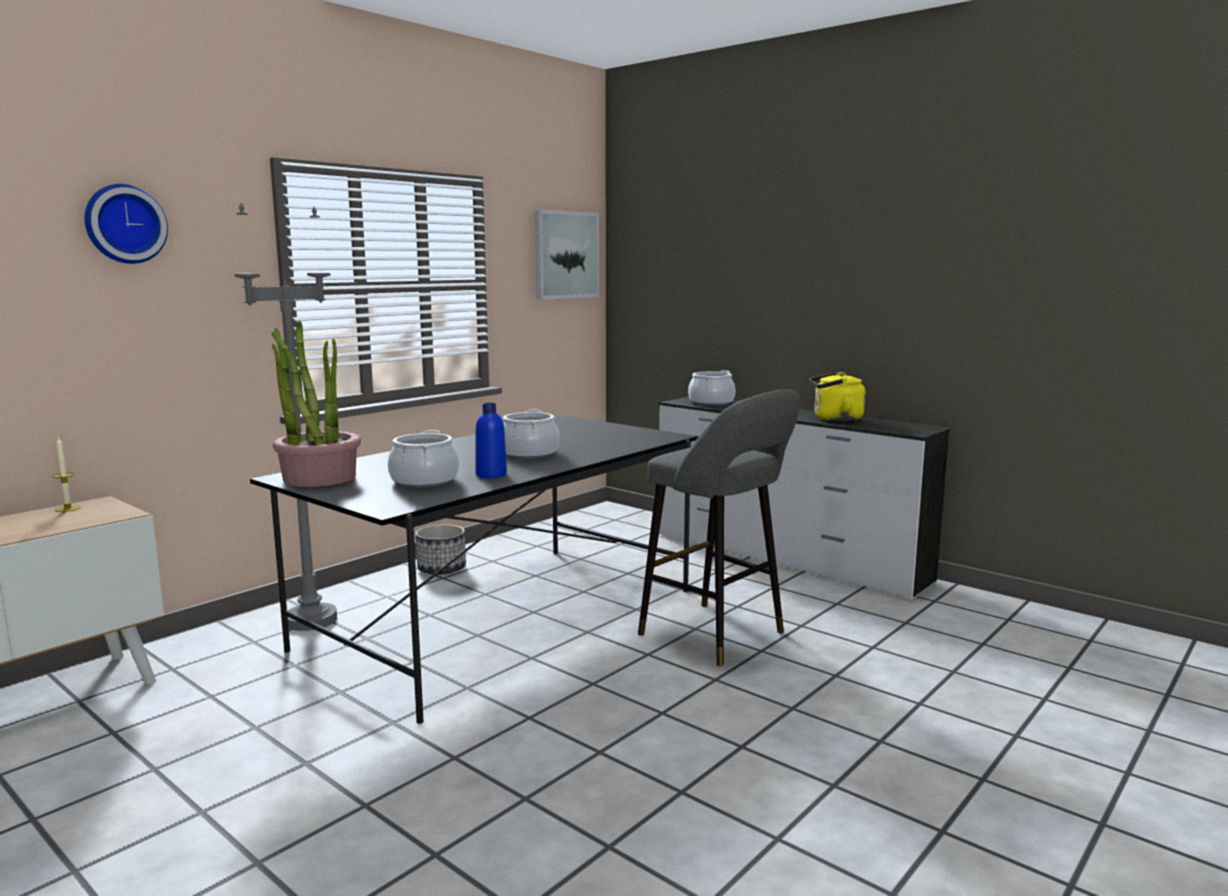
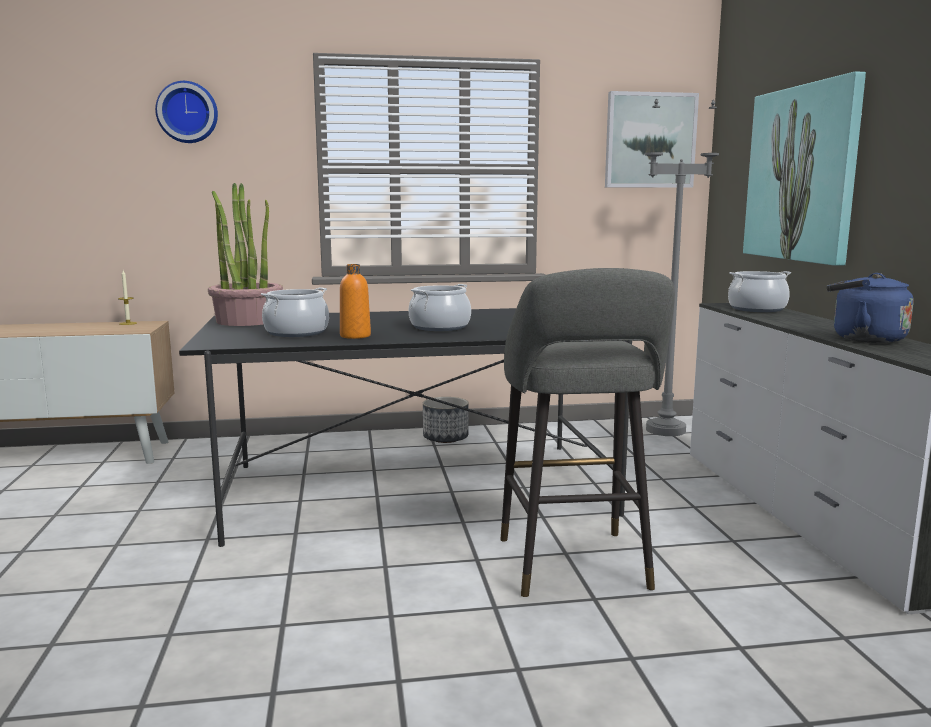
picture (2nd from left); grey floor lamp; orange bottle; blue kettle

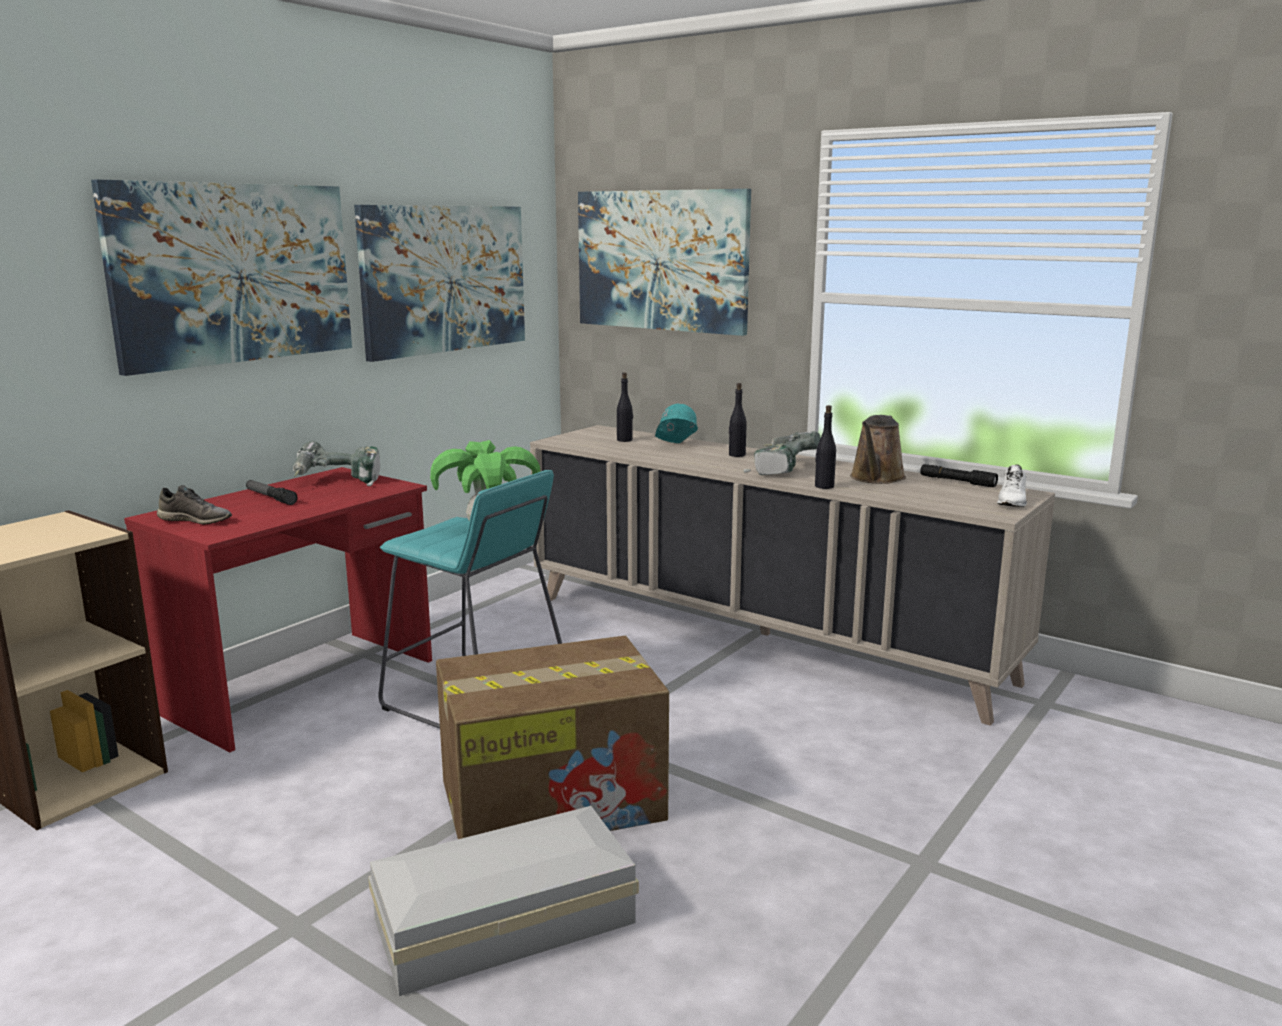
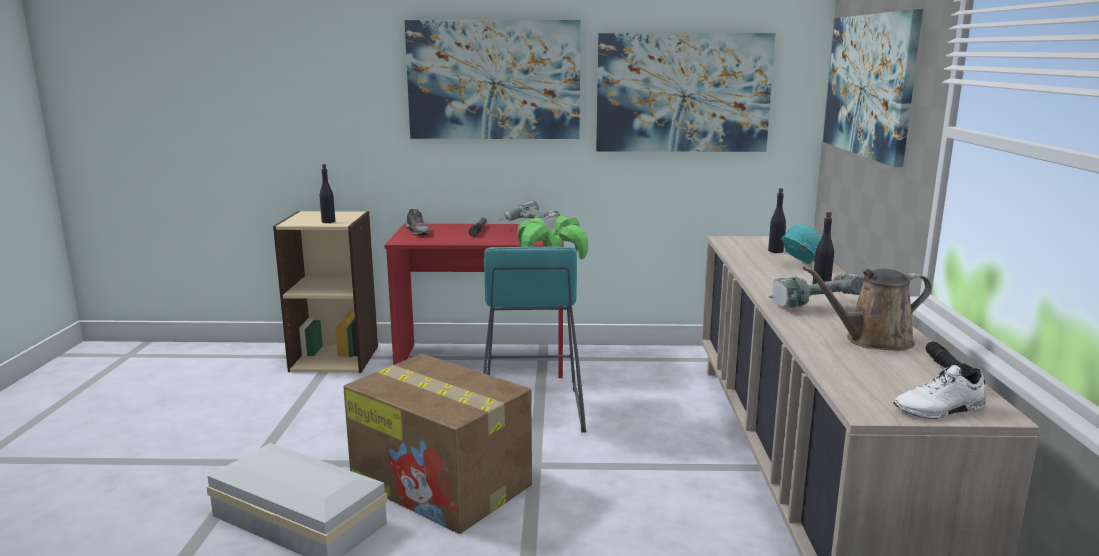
black bottle (1st from left)

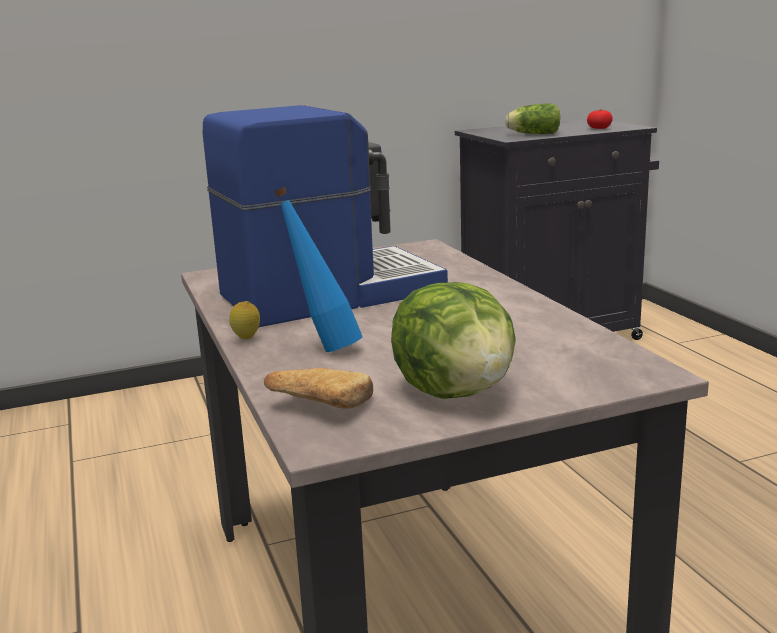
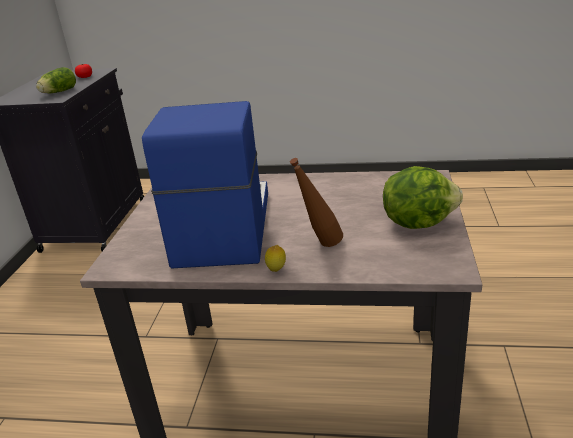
bread; brown bottle

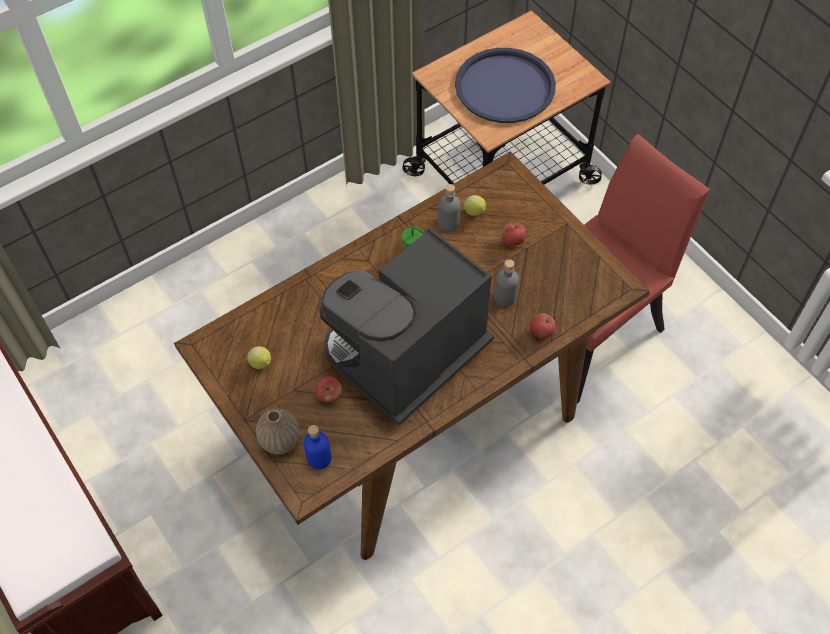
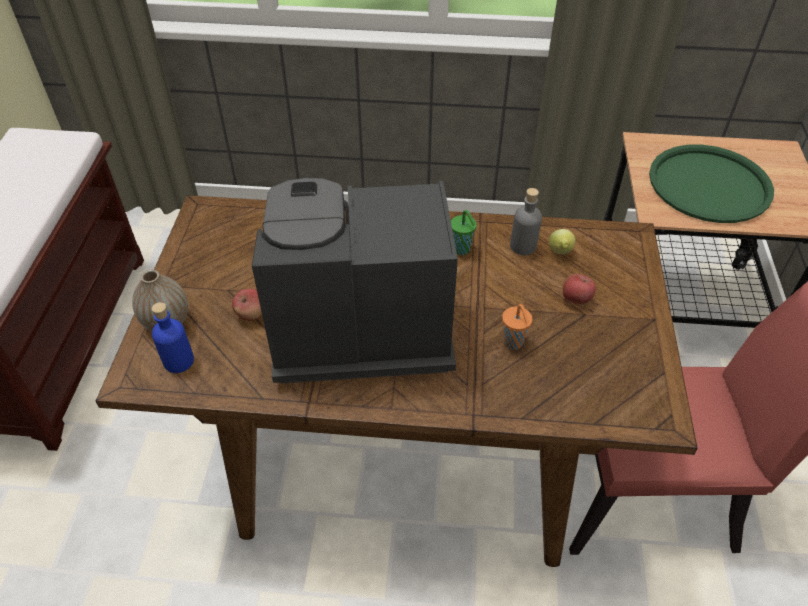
lemon (1st from left in the first image); apple (3rd from left in the first image); orange cup; green tray

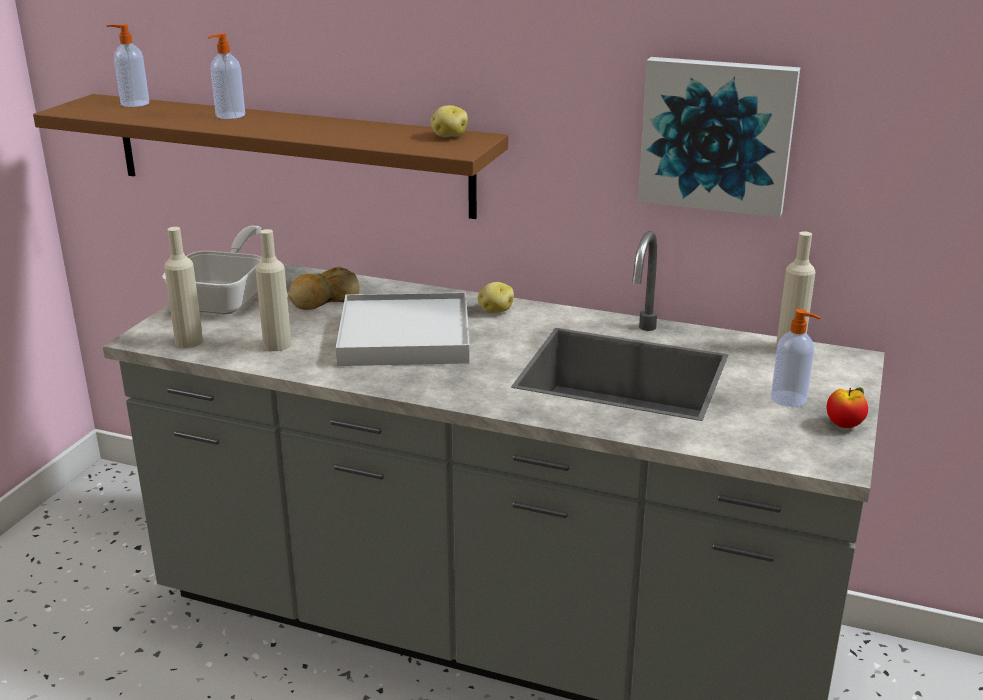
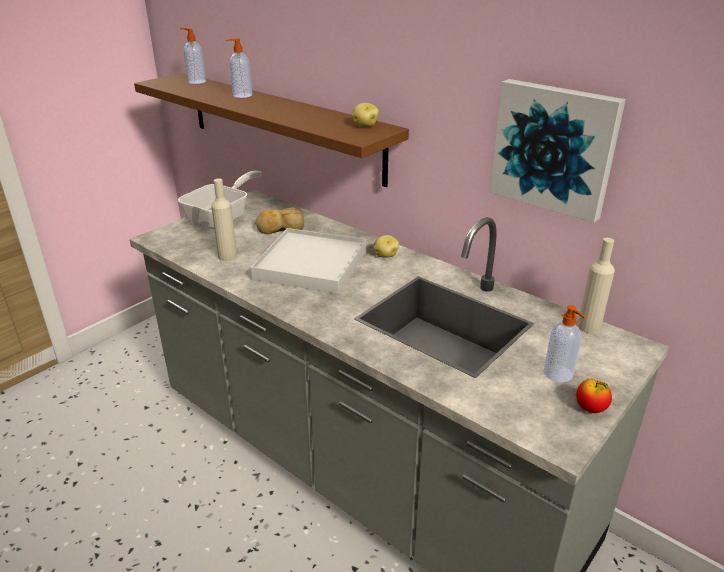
beige bottle (1st from left in the first image)

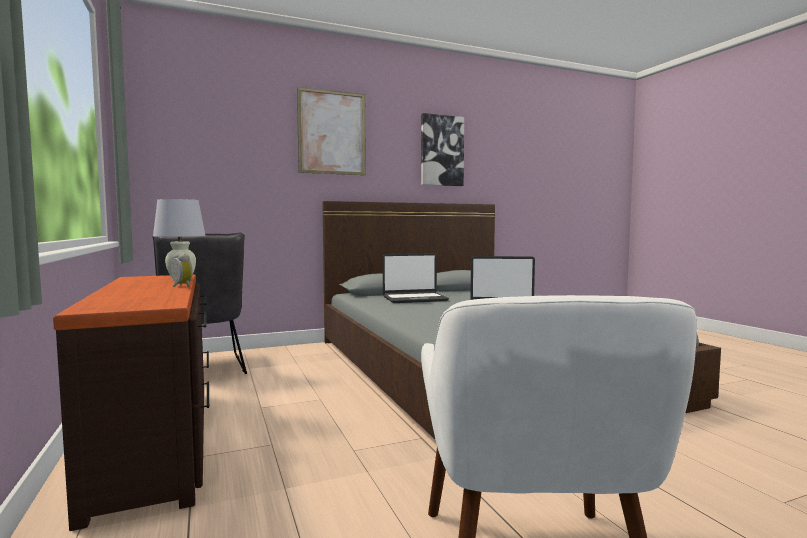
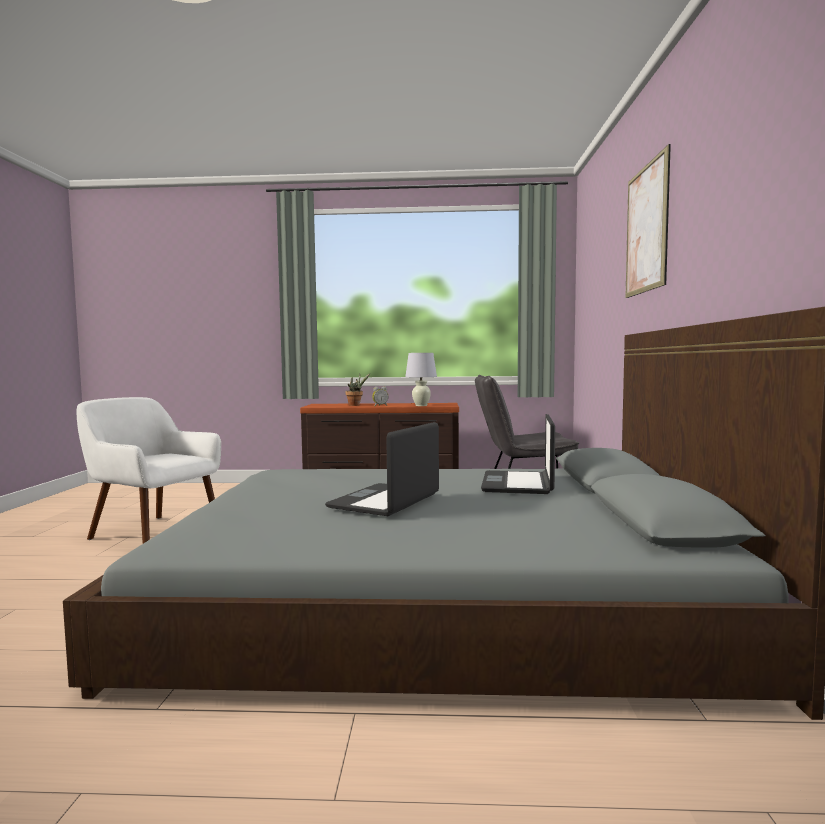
picture (2nd from left in the first image); potted plant

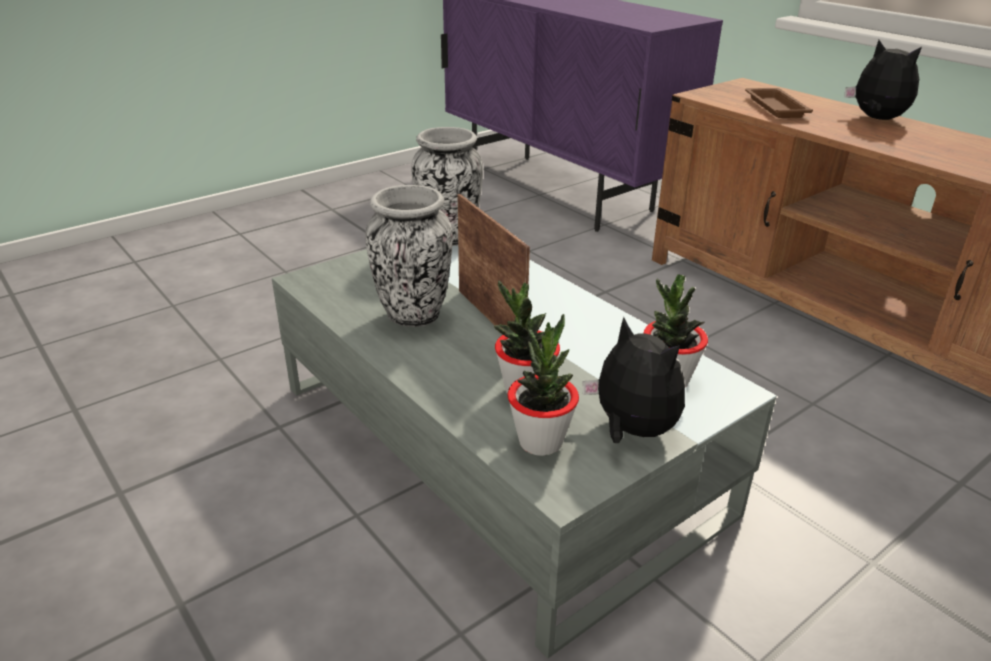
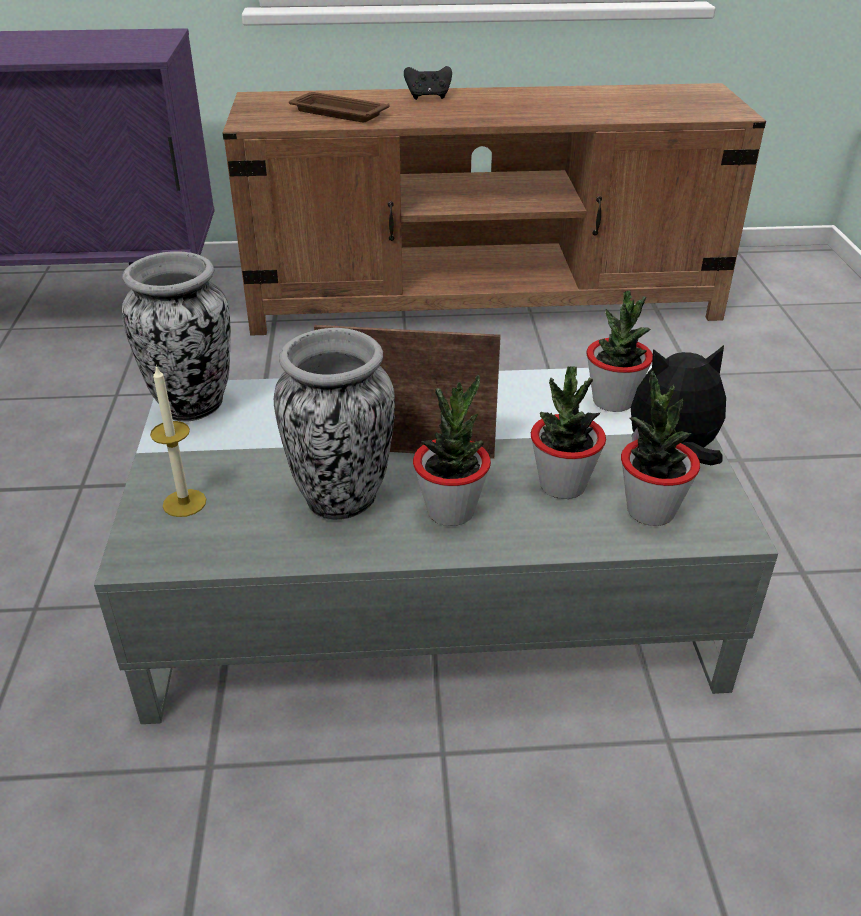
candle; potted plant (1st from left); black game controller

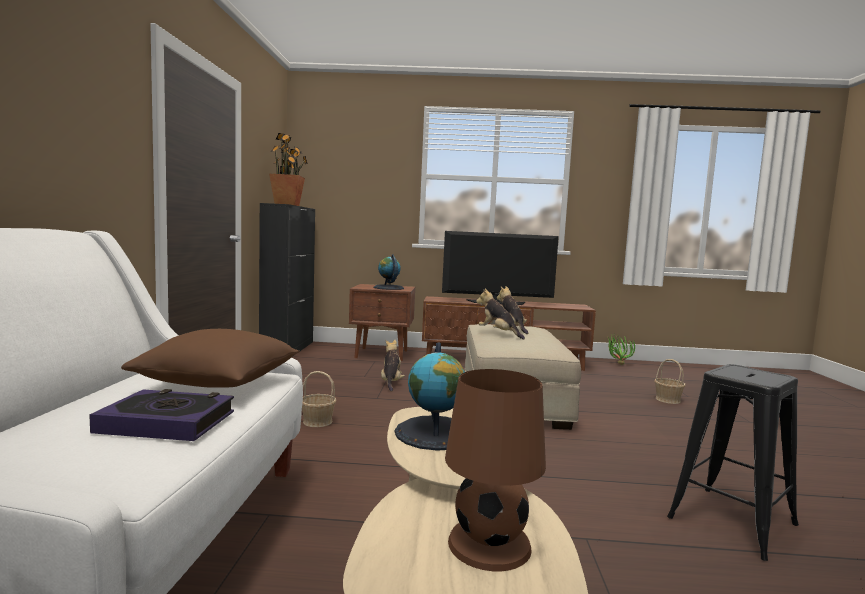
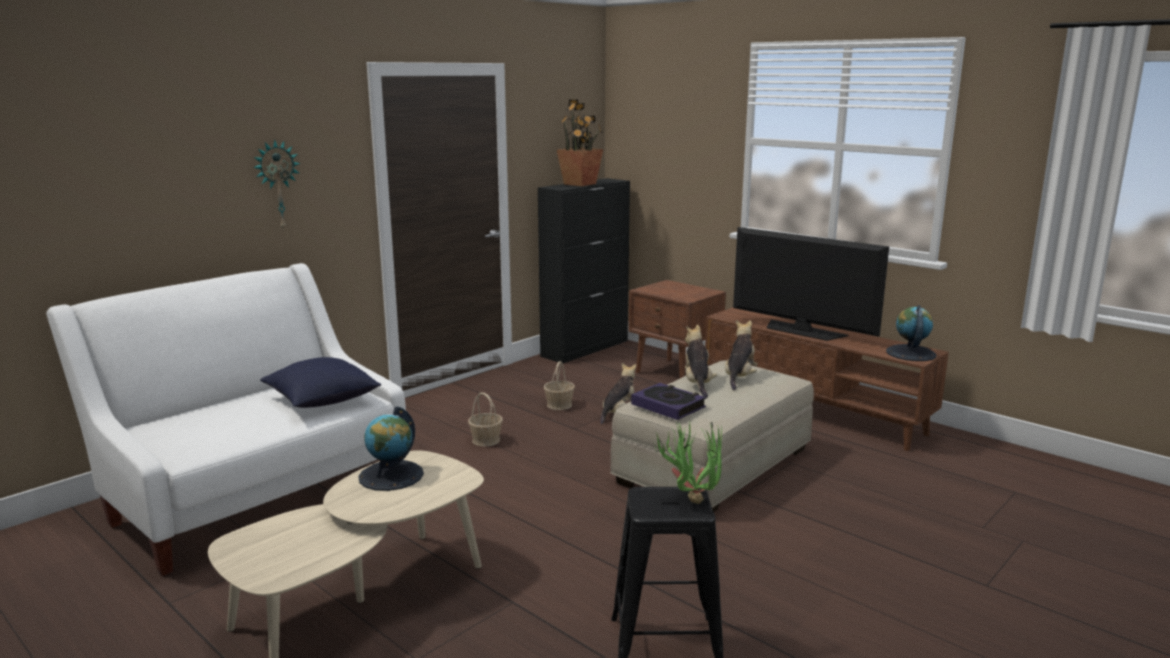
brown table lamp; wall clock; book; globe (2nd from left); potted plant (2nd from left); basket (2nd from left); blue pillow

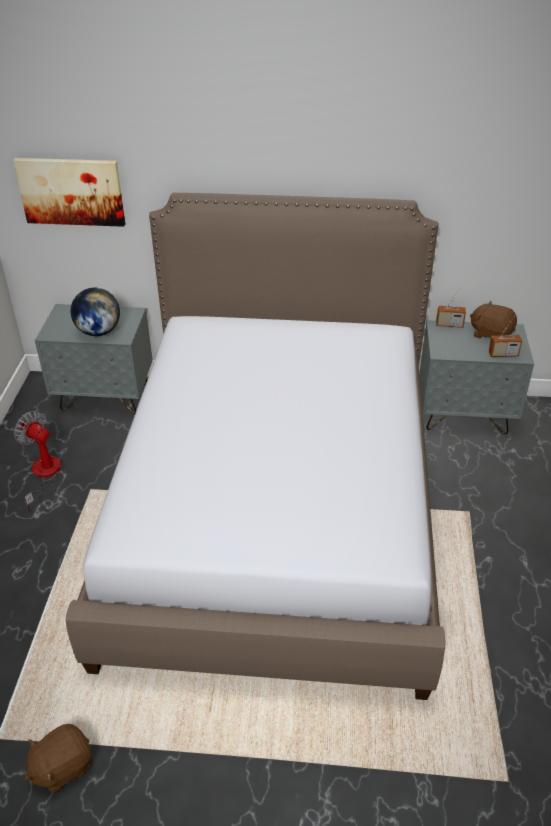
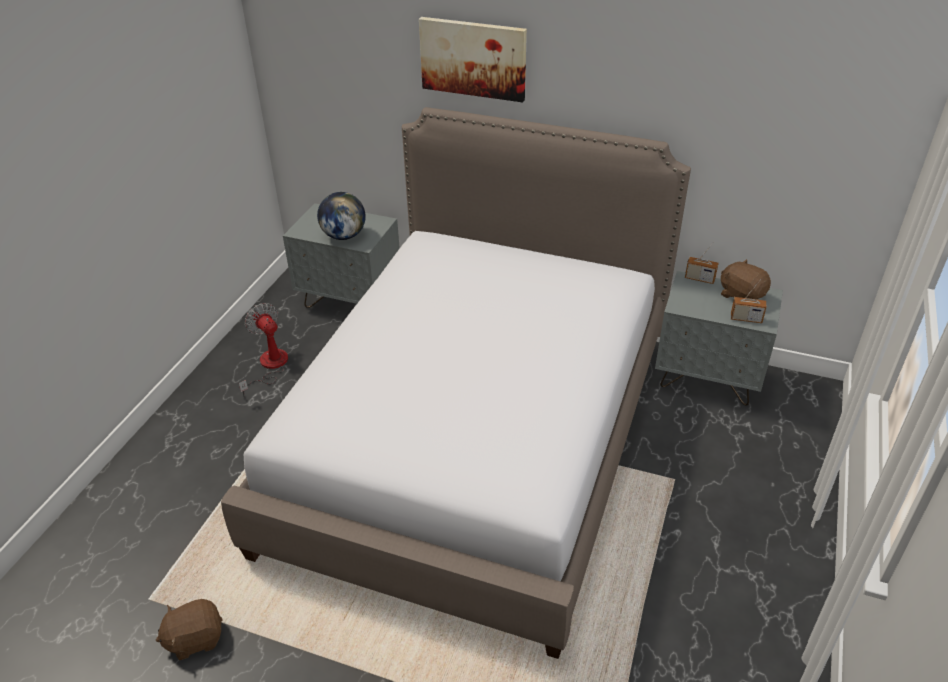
picture

